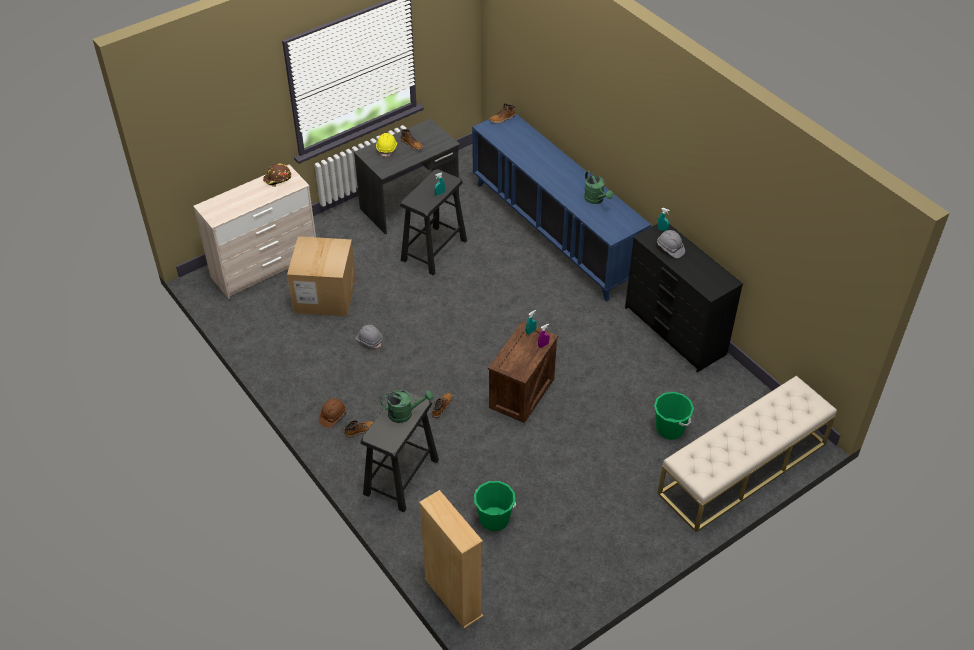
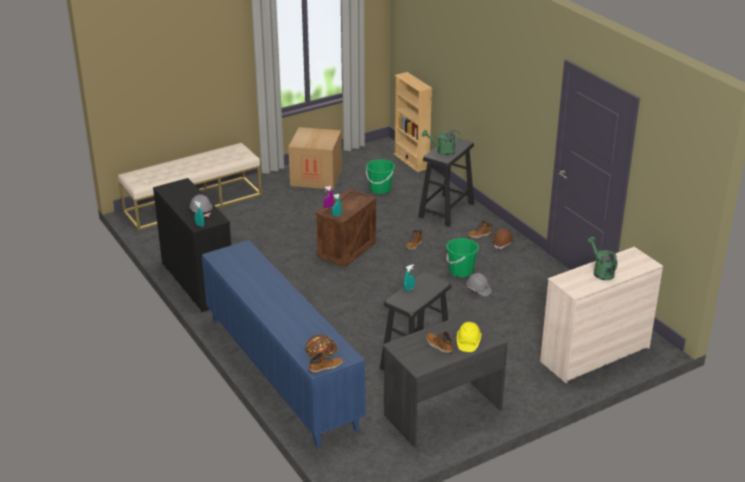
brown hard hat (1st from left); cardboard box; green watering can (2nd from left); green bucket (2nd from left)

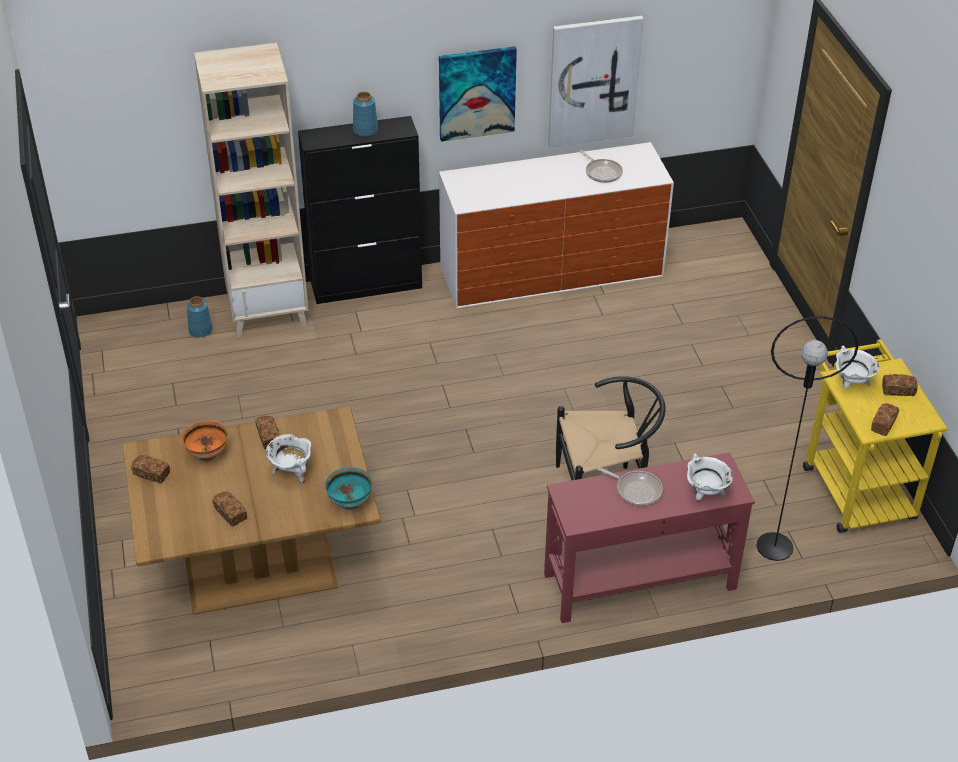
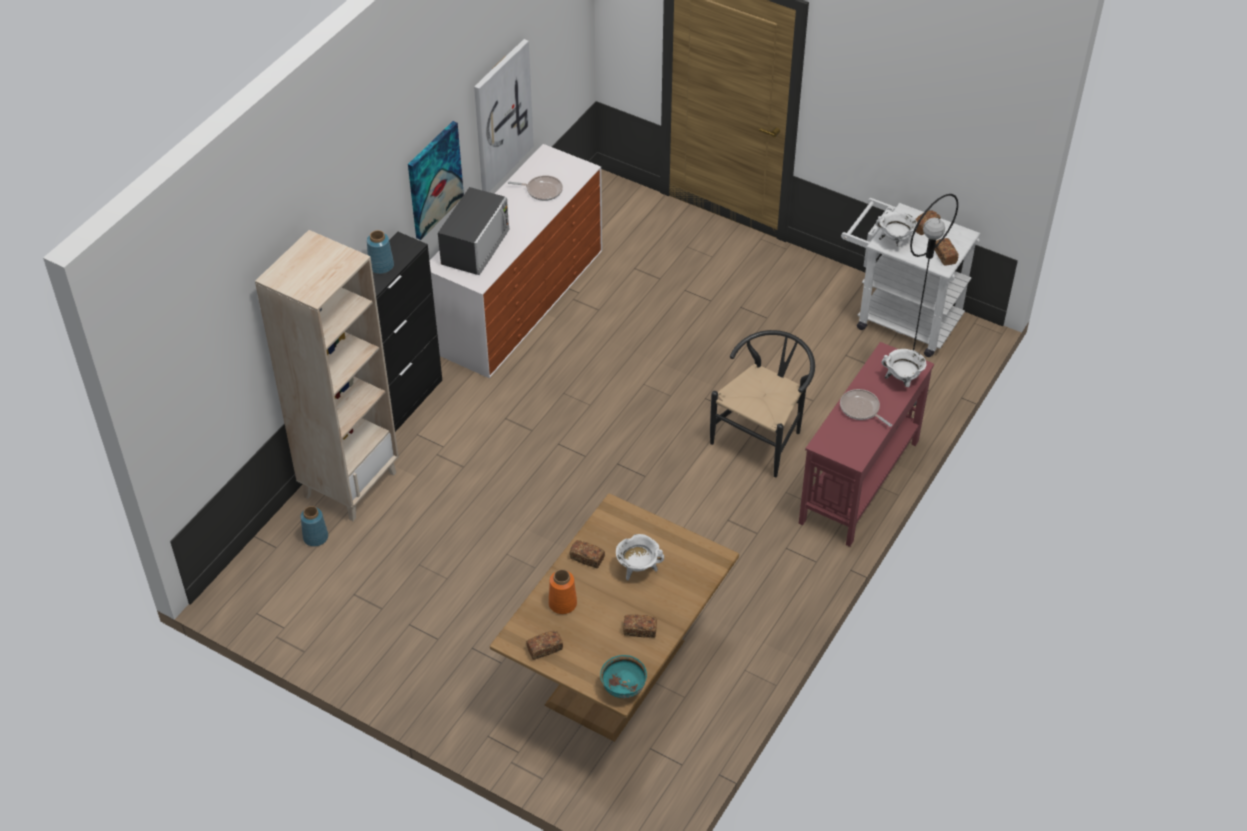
microwave; turquoise bowl; orange vase; white cart; frying pan (2nd from left)

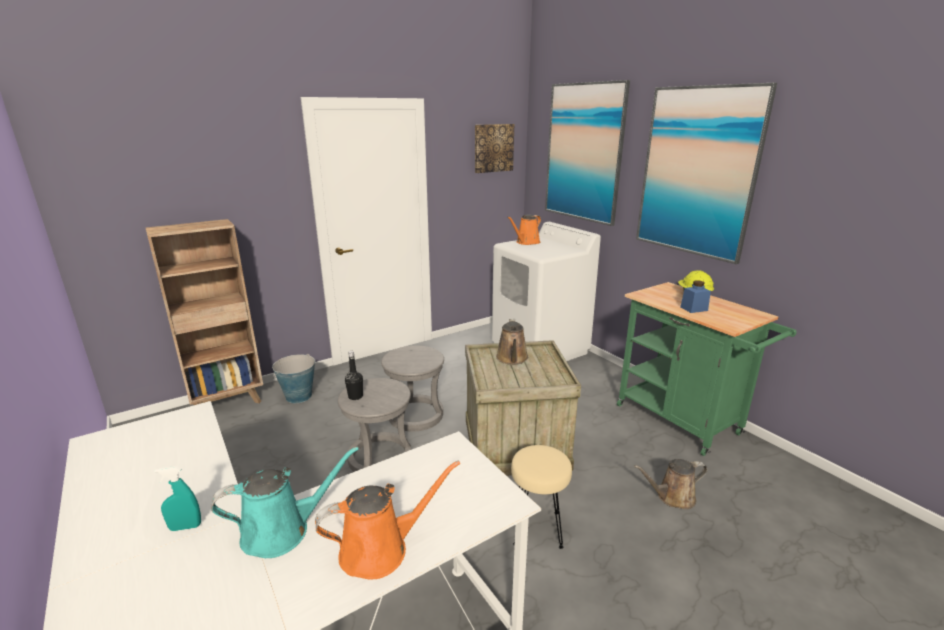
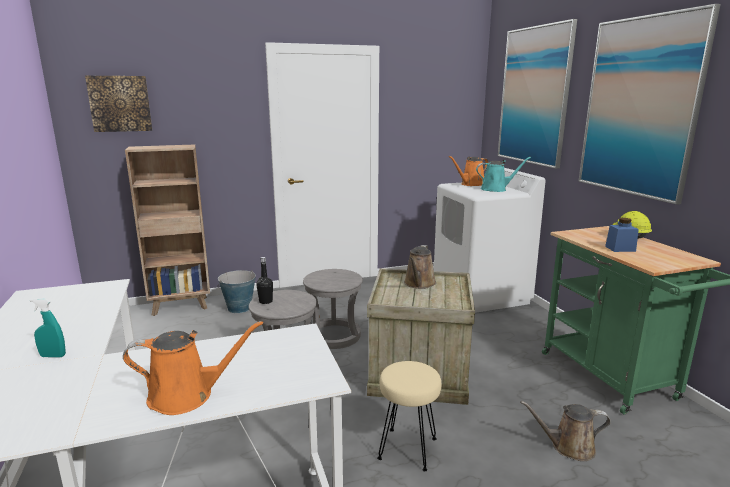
turquoise watering can; picture (1st from left)

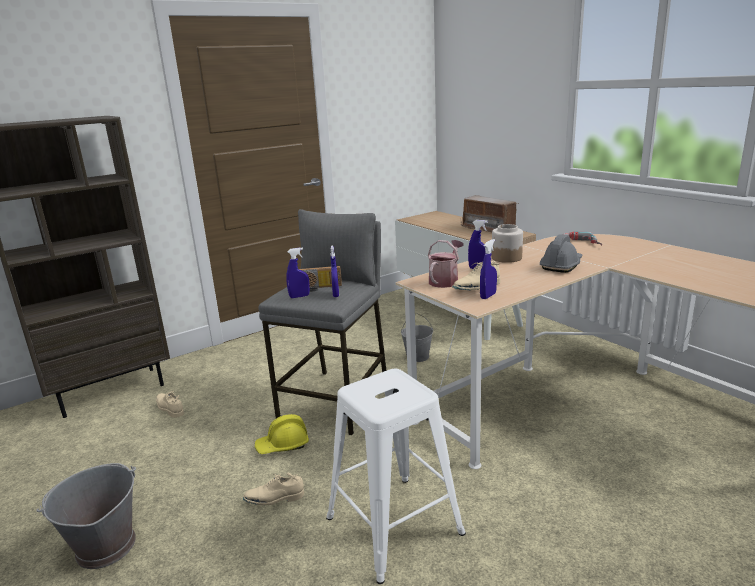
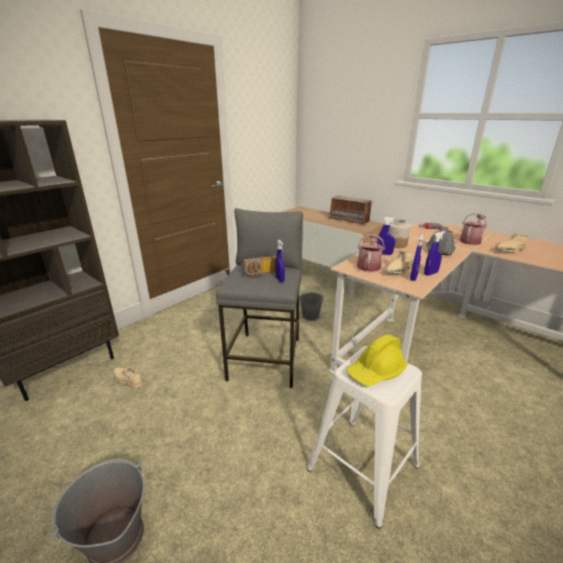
watering can (2nd from left); beige shoe (3rd from left); yellow hard hat; blue spray bottle (4th from left)

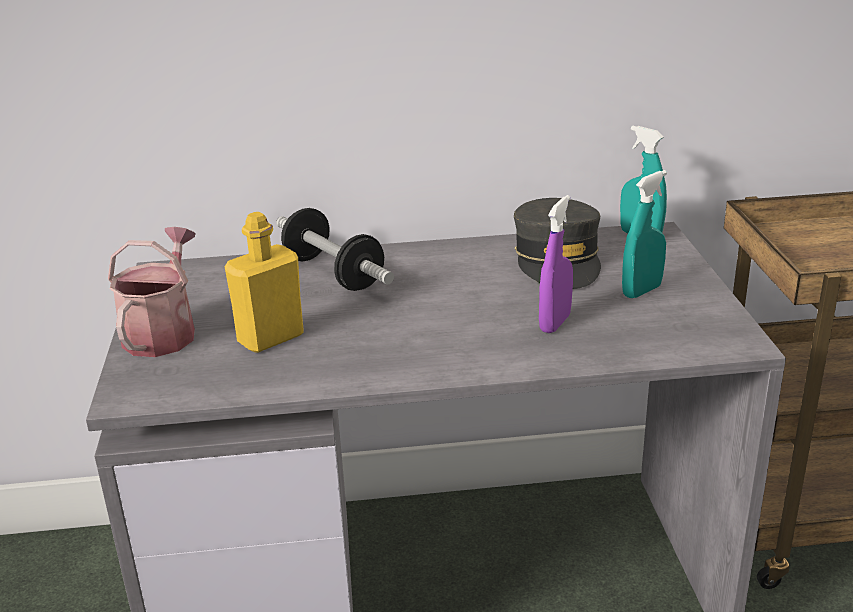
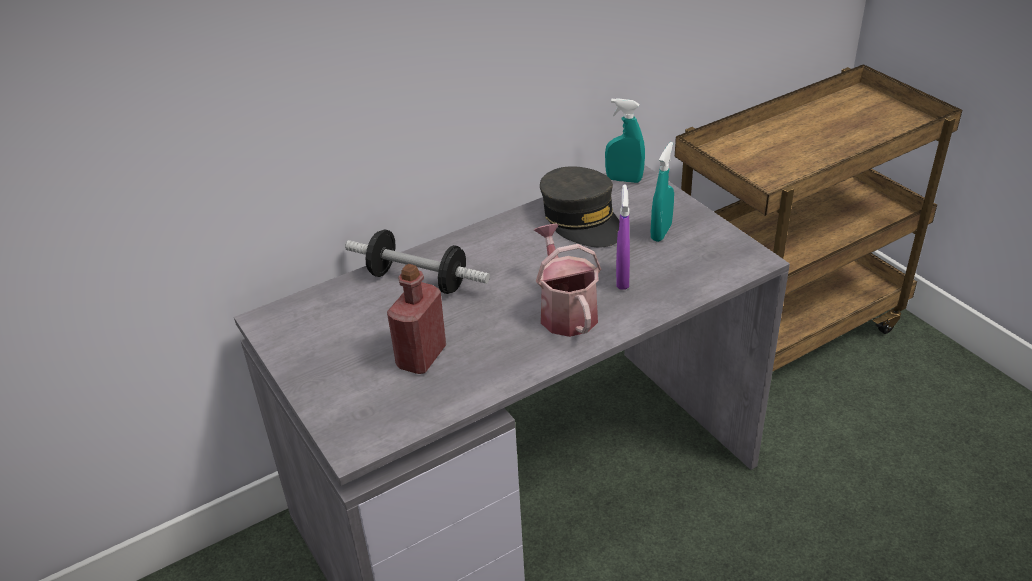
watering can; red bottle

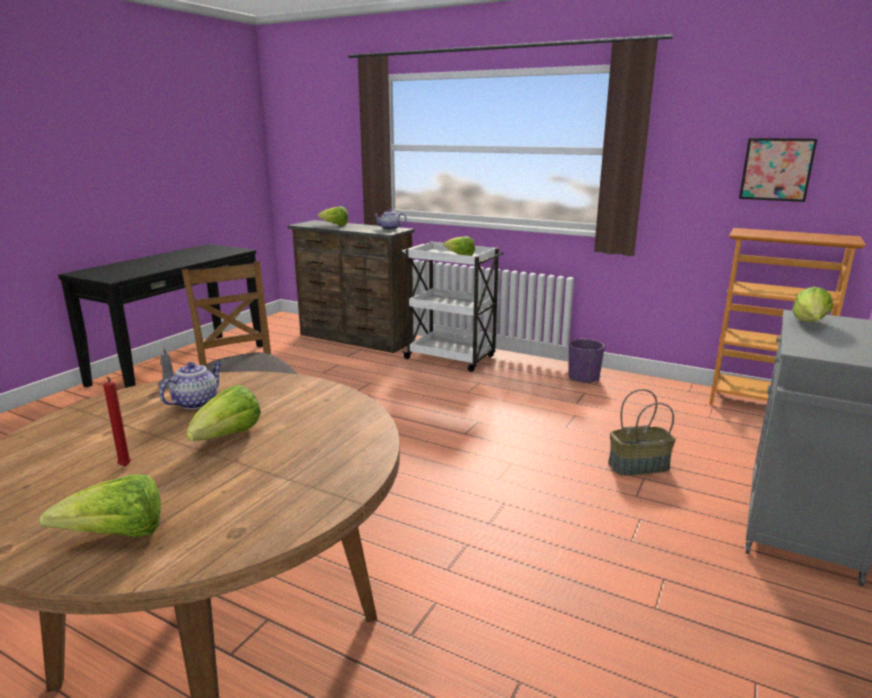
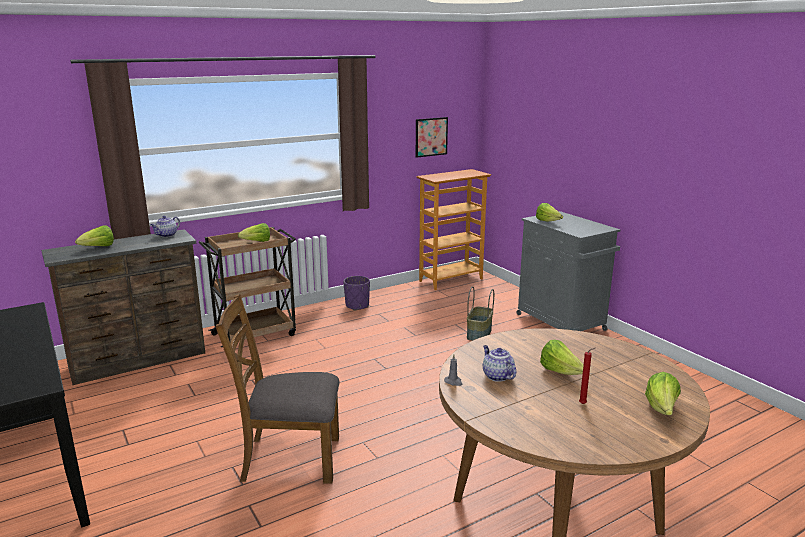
brown cart

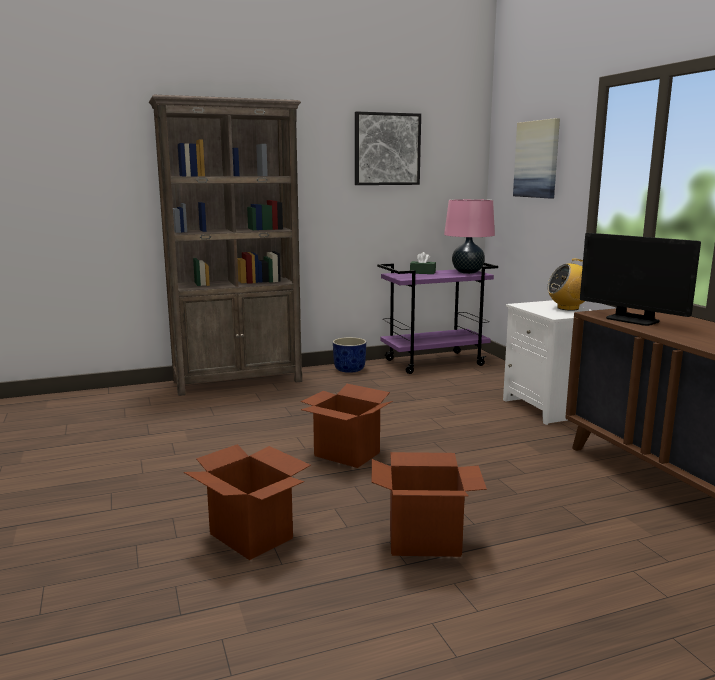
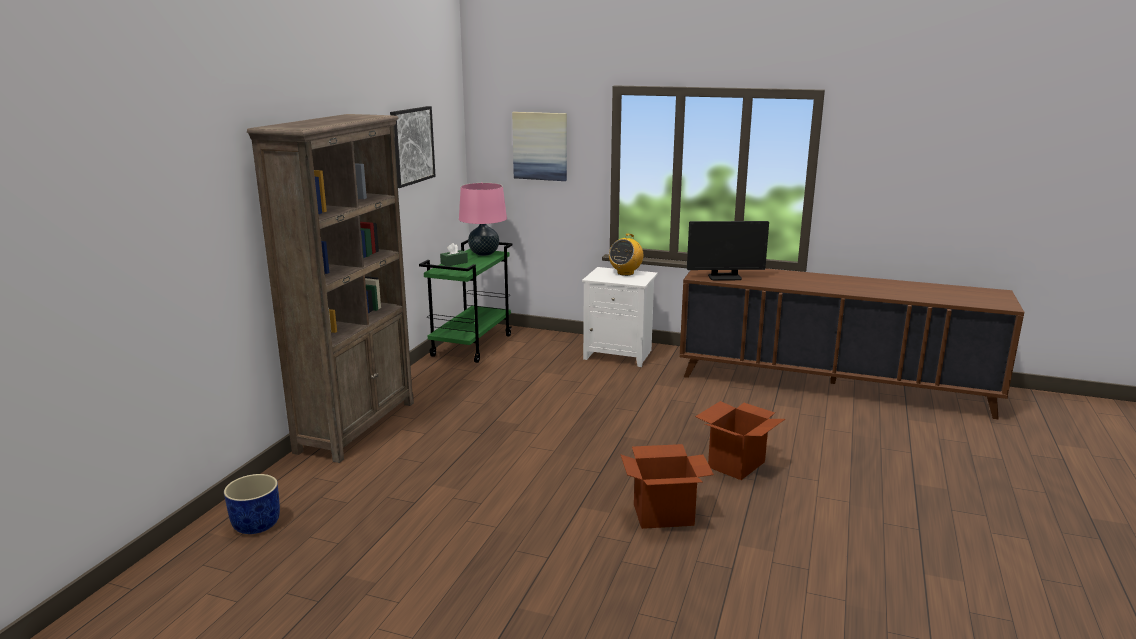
cardboard box (2nd from left in the first image); blue planter; green cart

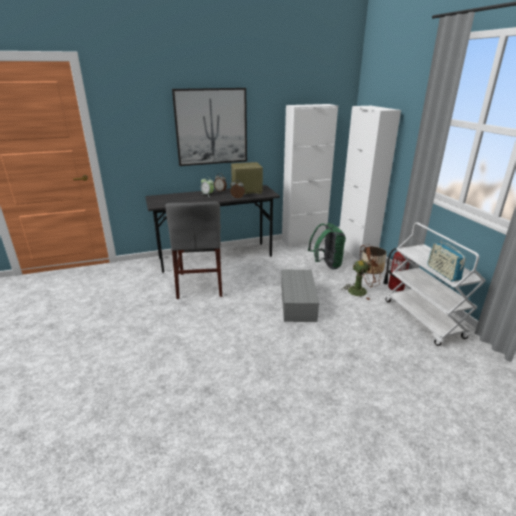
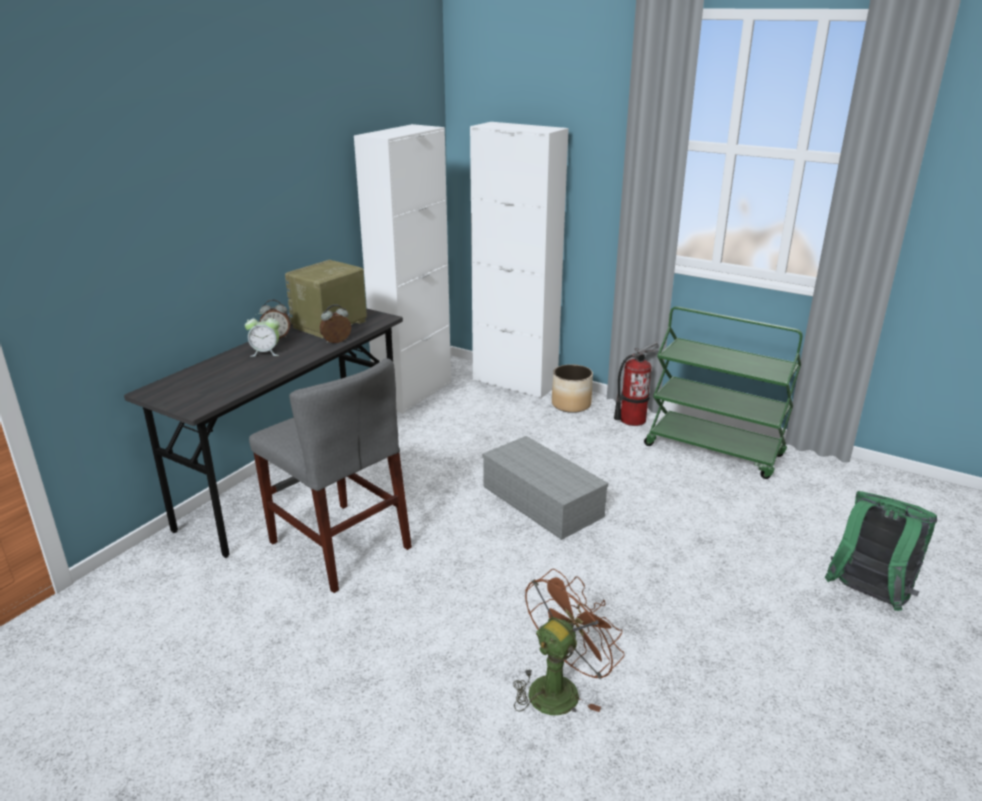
picture; radio (2nd from left in the first image); green backpack; brown fan; green cart

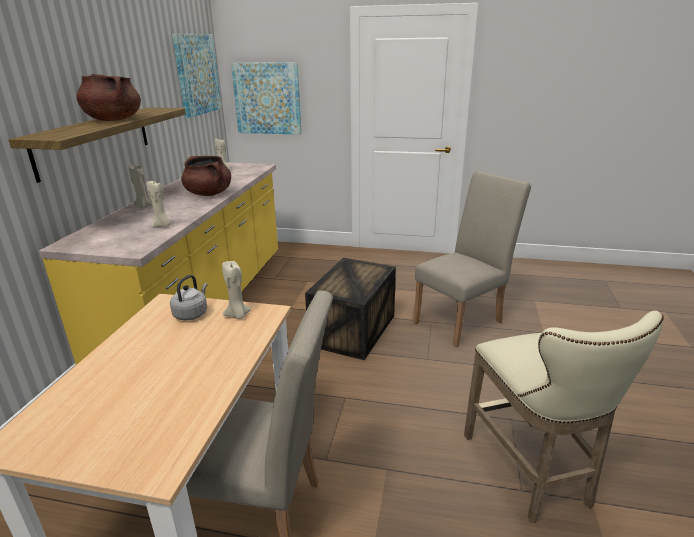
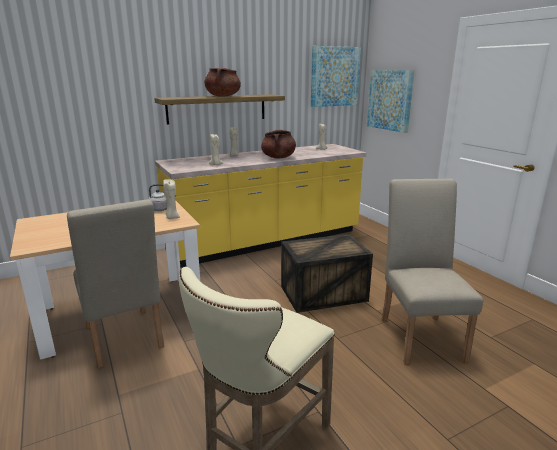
beige chair (2nd from left)

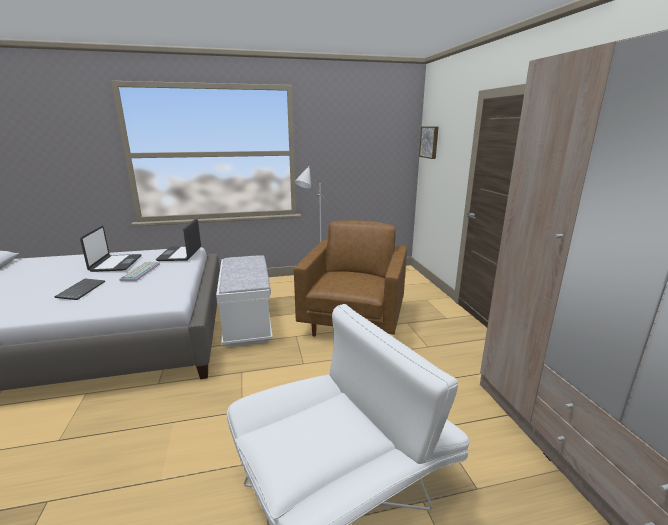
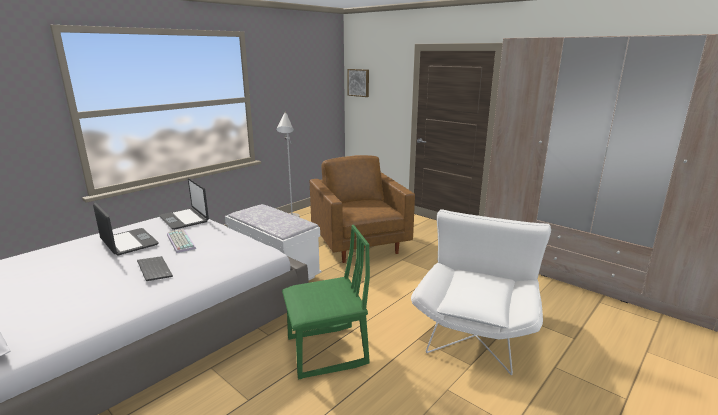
green chair

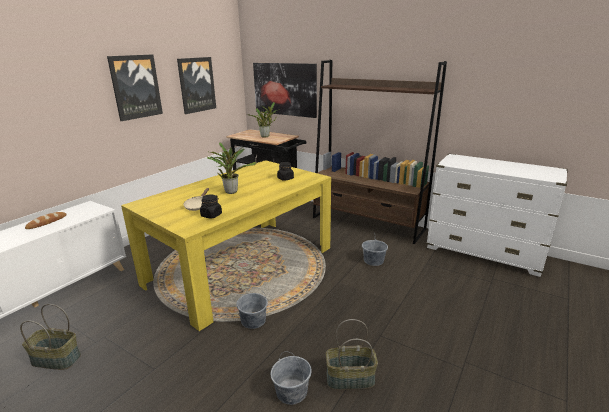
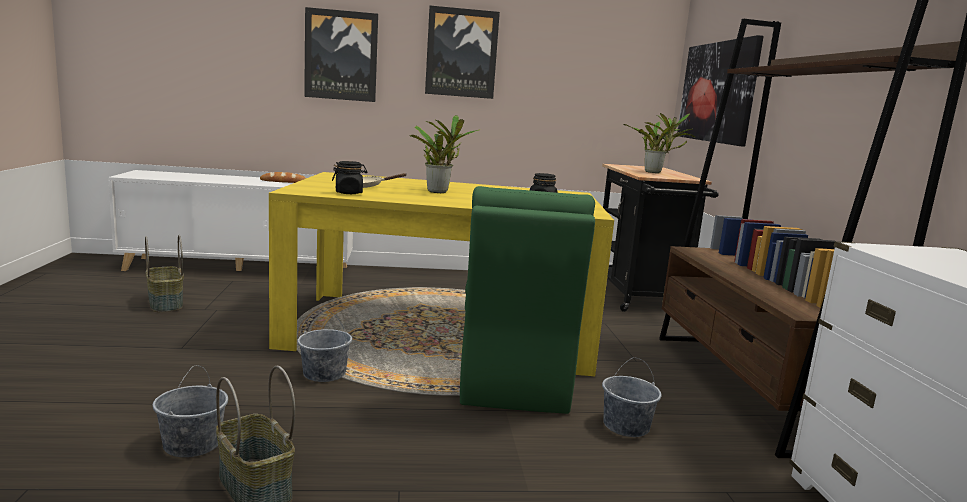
green chair; picture (1st from left)

